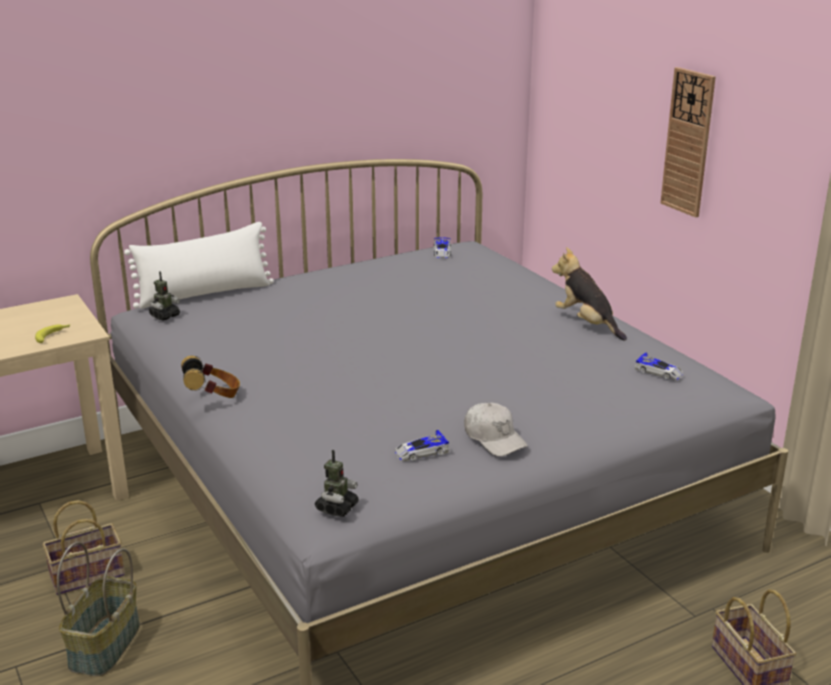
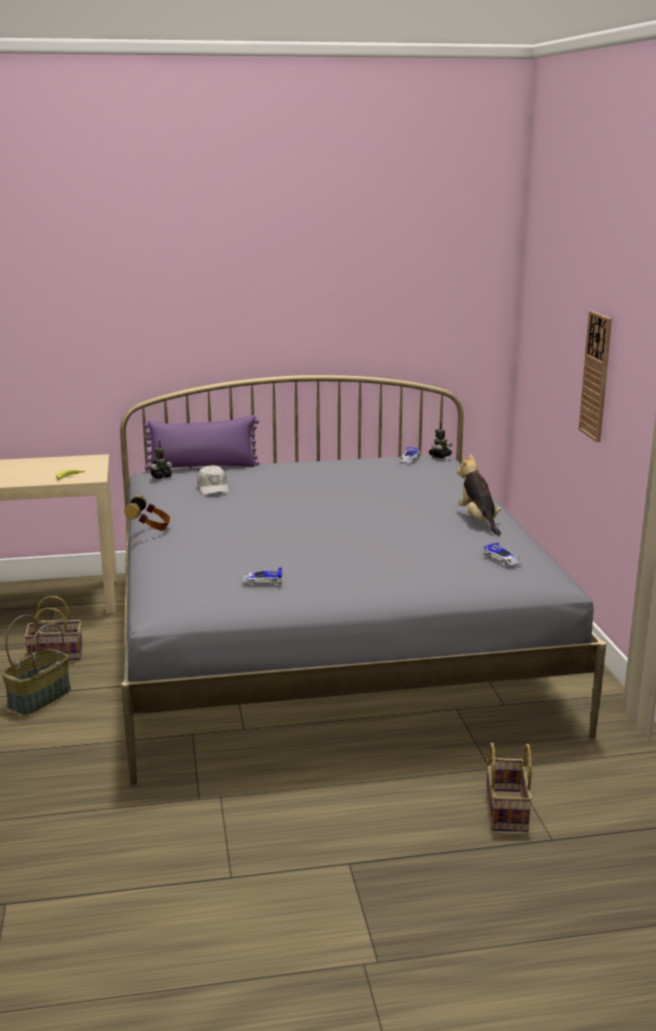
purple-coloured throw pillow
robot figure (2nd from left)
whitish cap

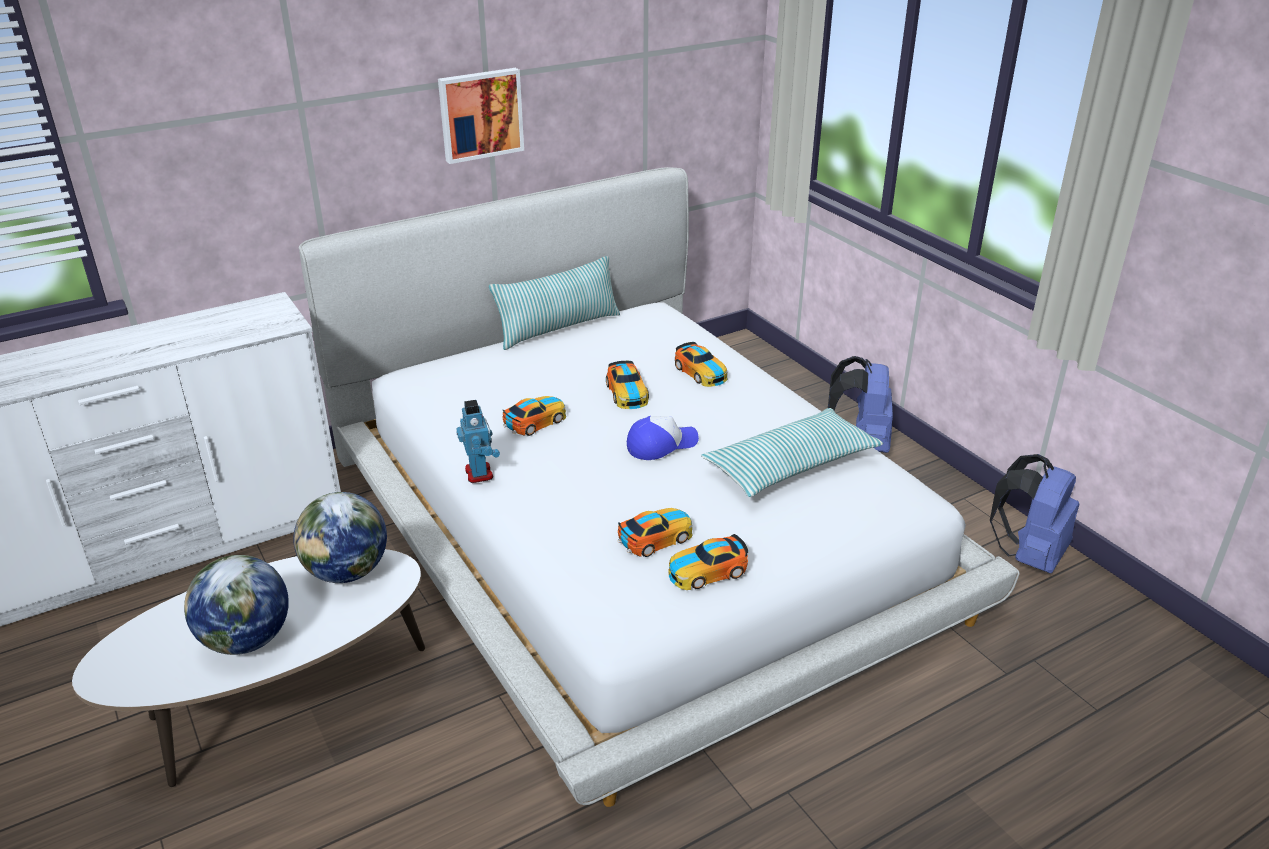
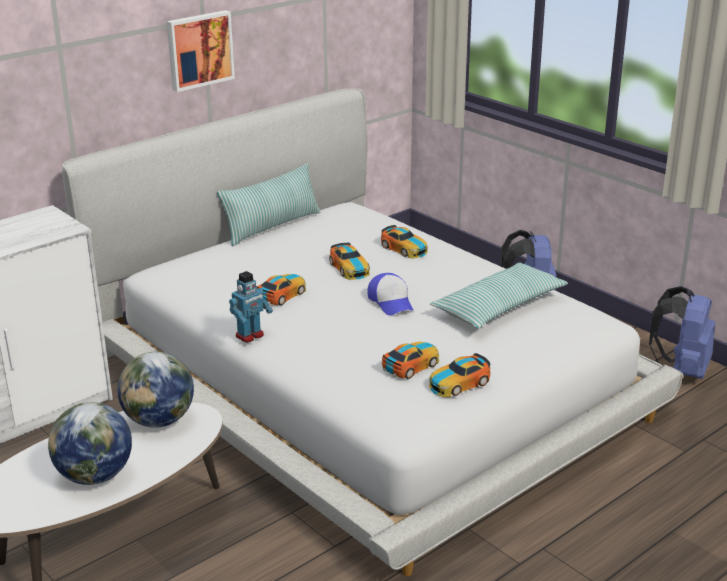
robot figure
cap

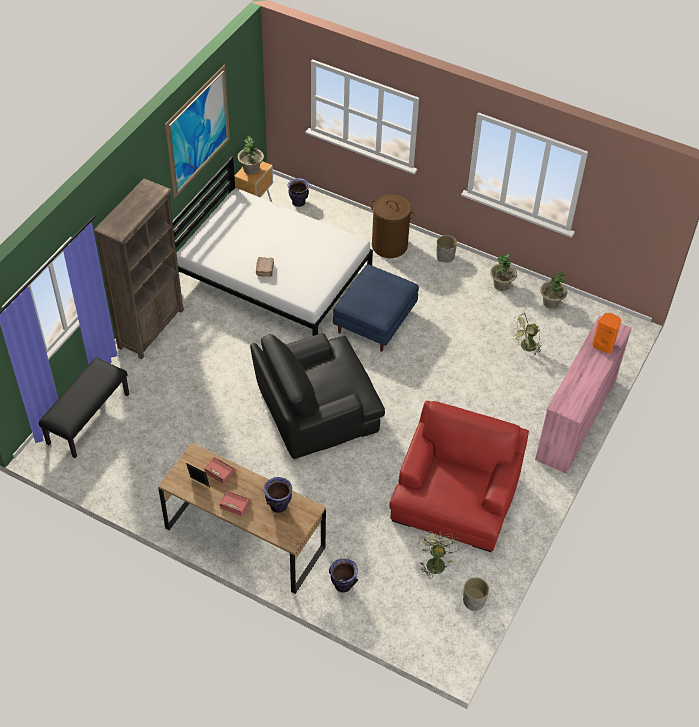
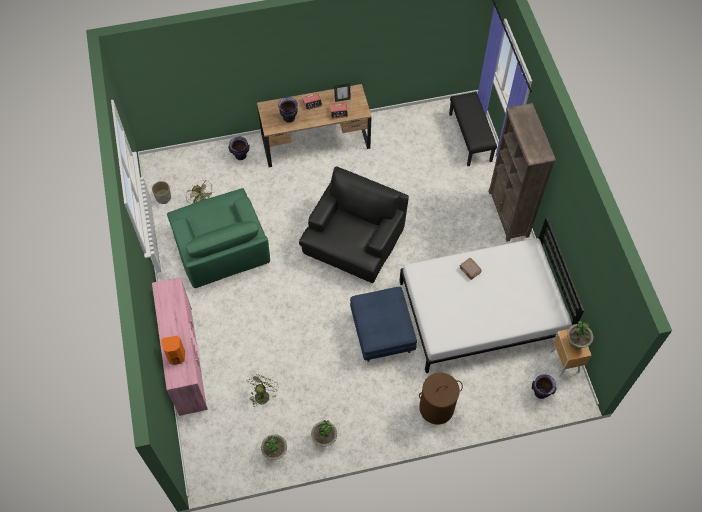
wall art
green armchair
grey planter (1st from left in the first image)

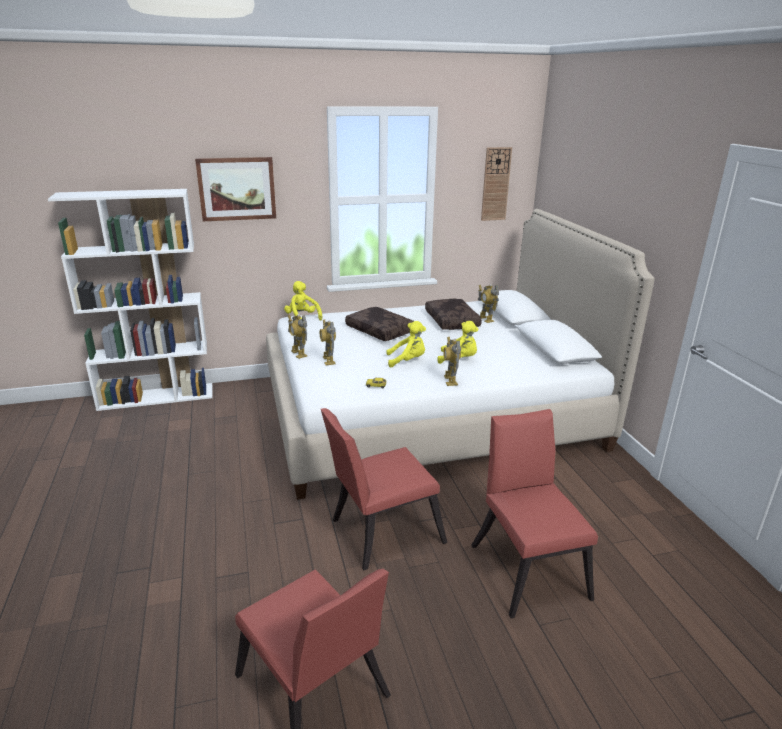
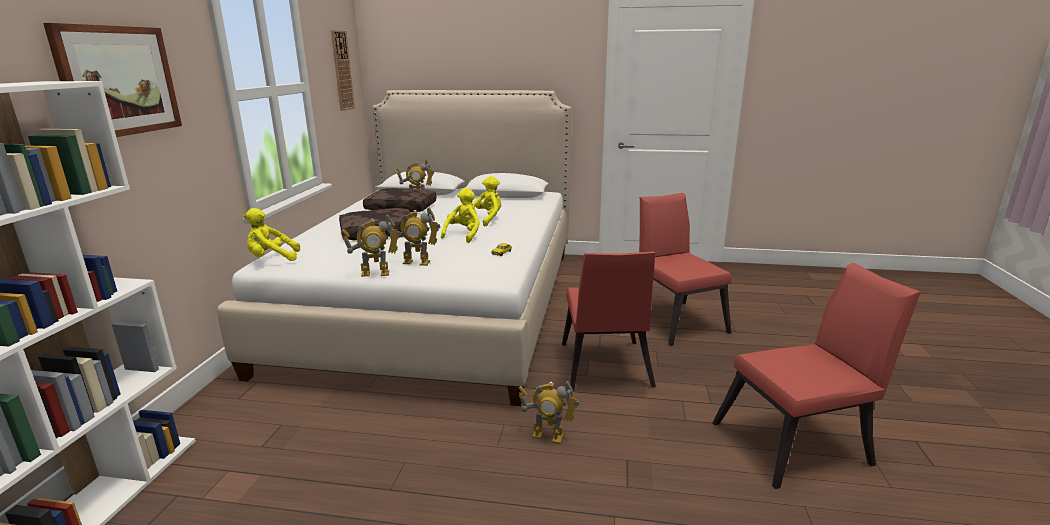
robot figure (4th from left)
reddish chair (2nd from left)

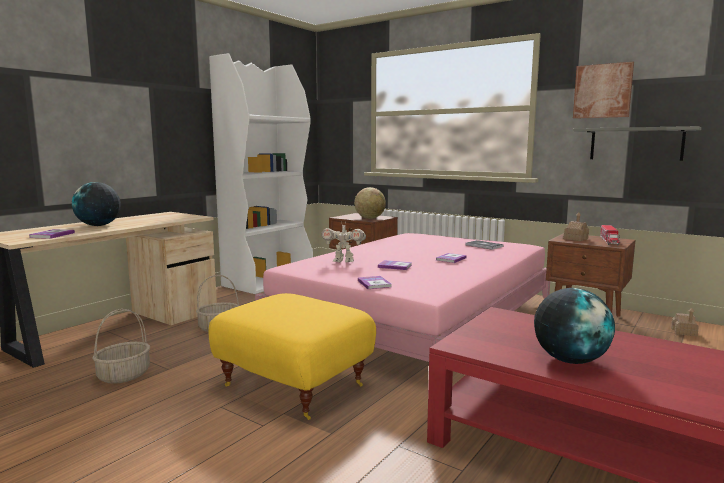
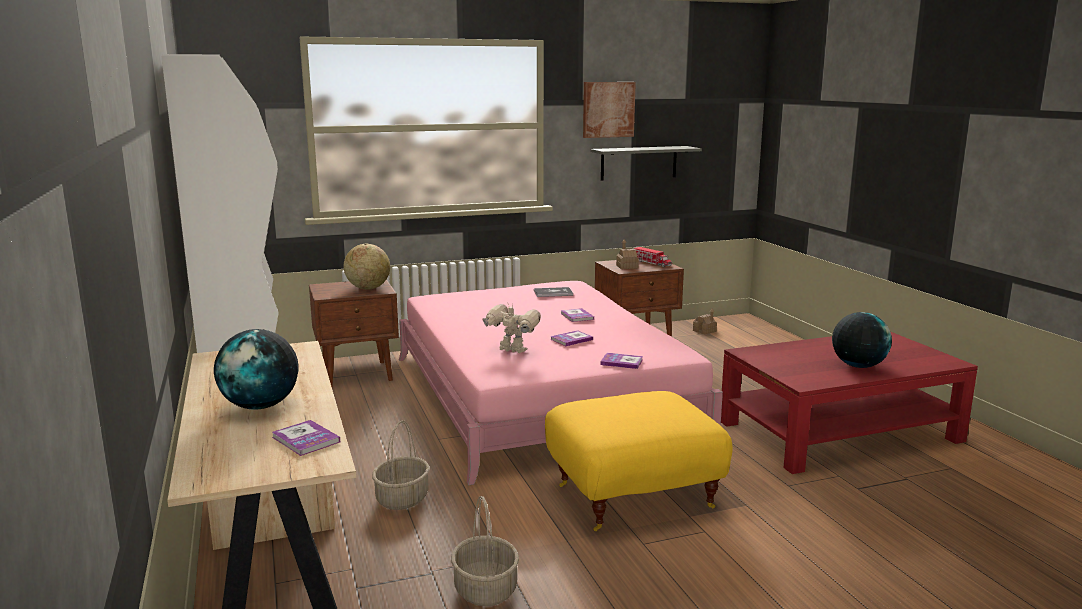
robot figure

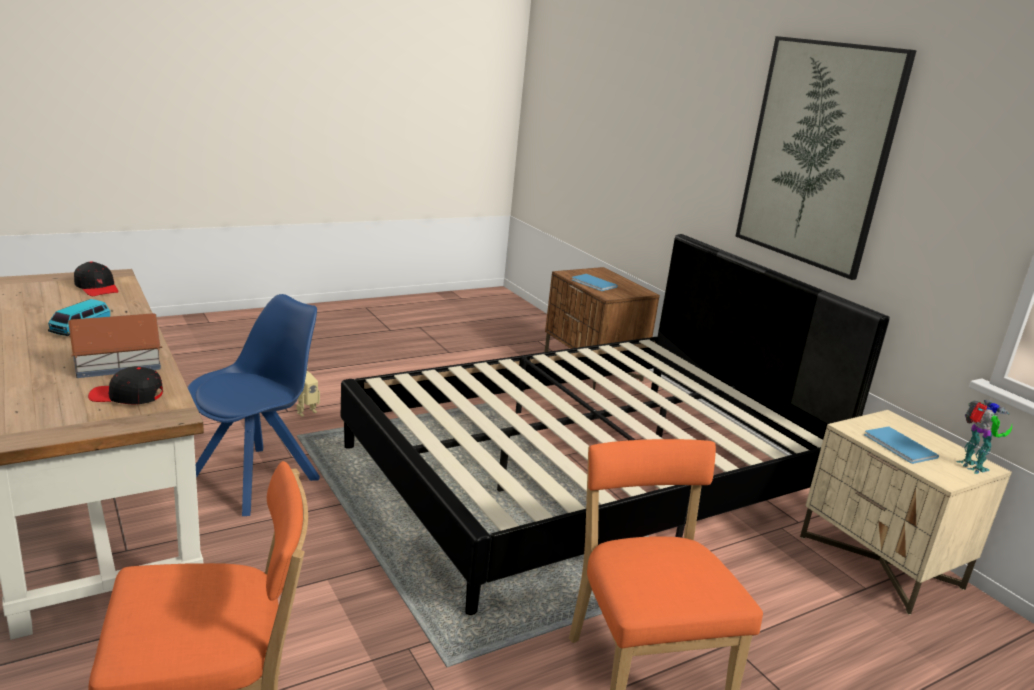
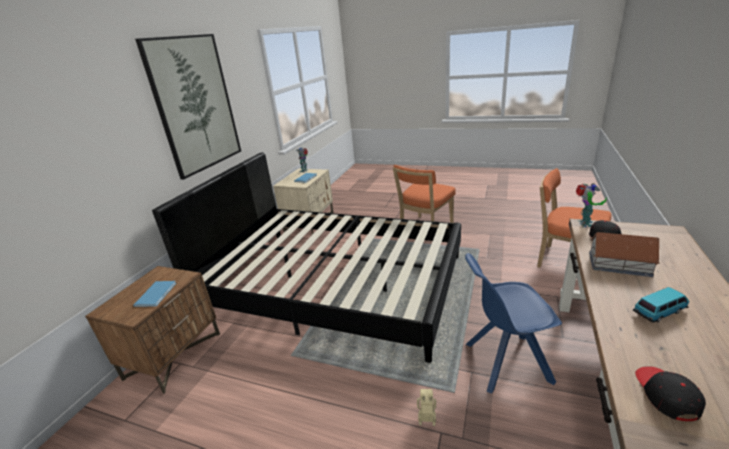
robot figure (3rd from left)

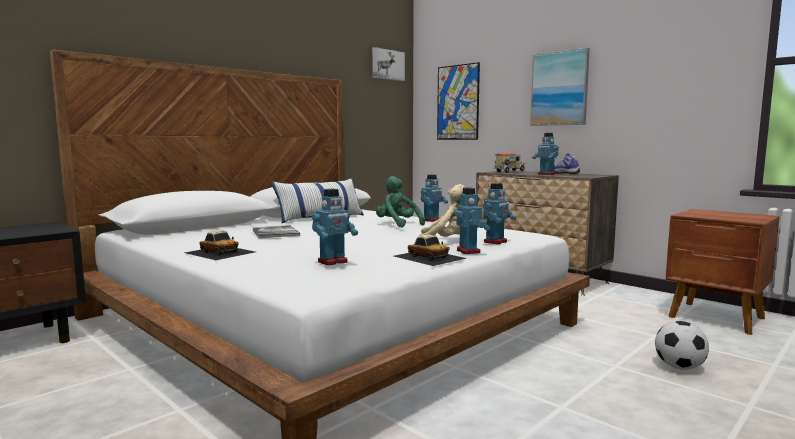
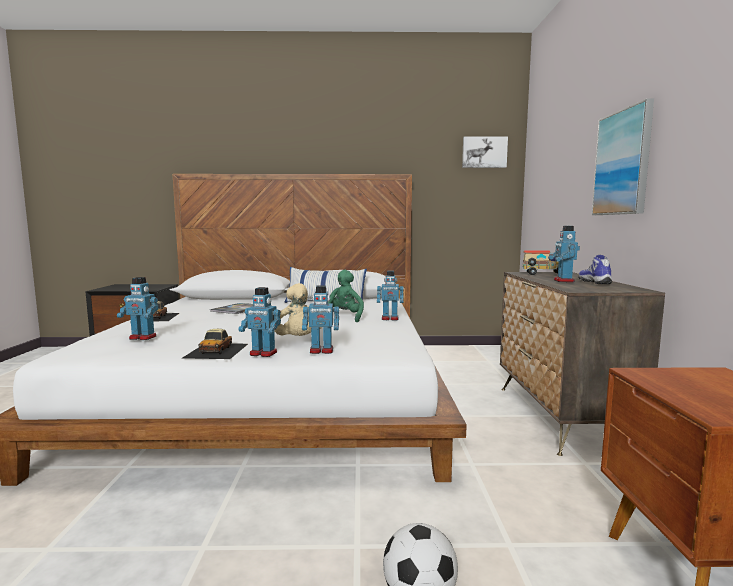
wall art (2nd from left in the first image)
robot figure (2nd from left)

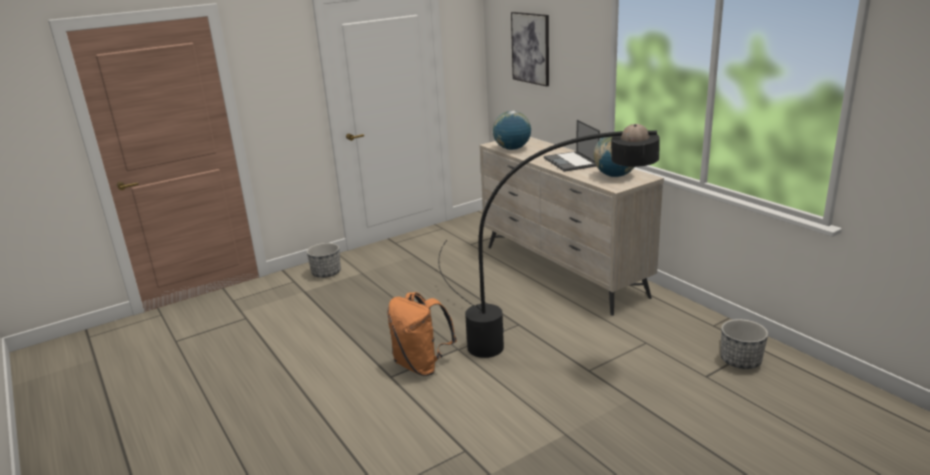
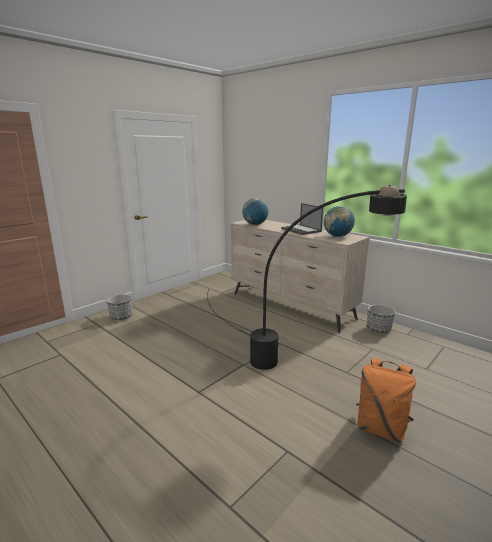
orange-coloured rucksack
wall art
planter (2nd from left)

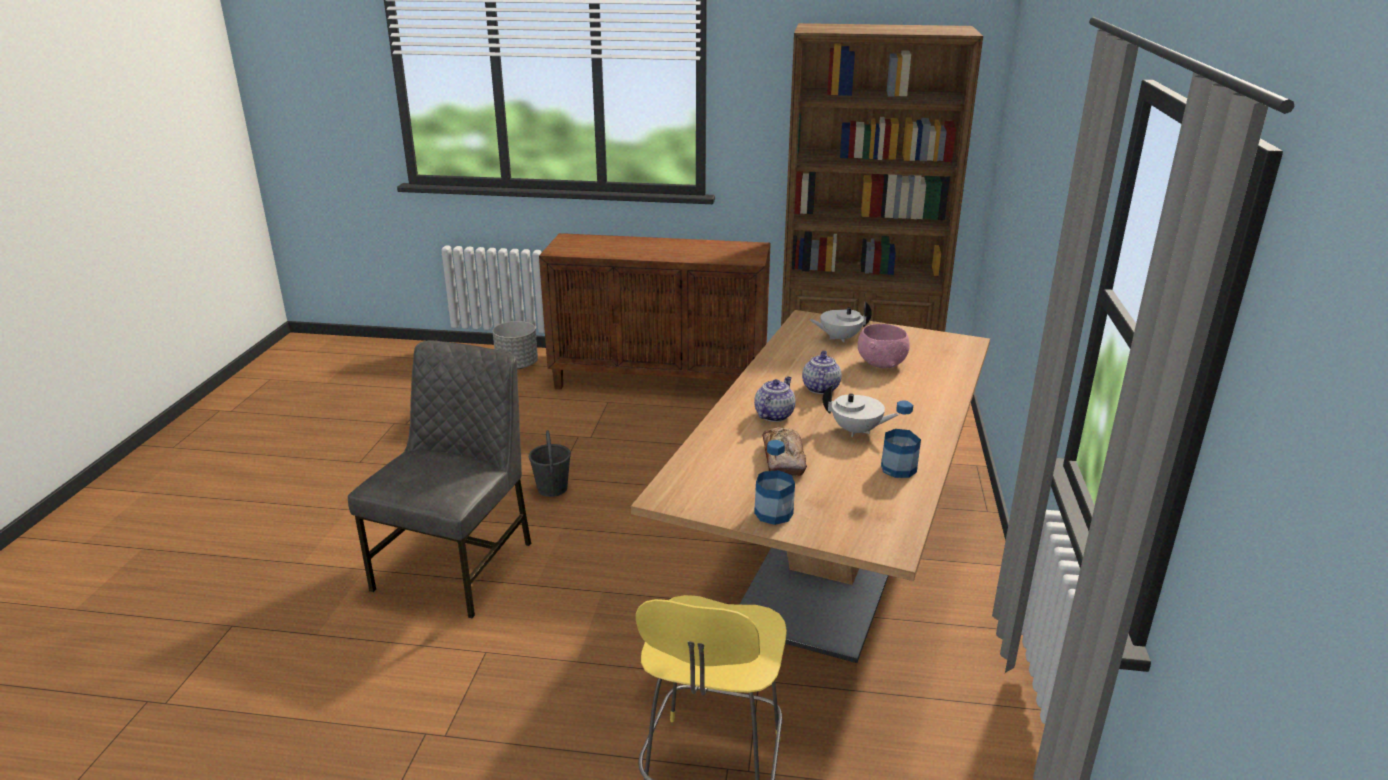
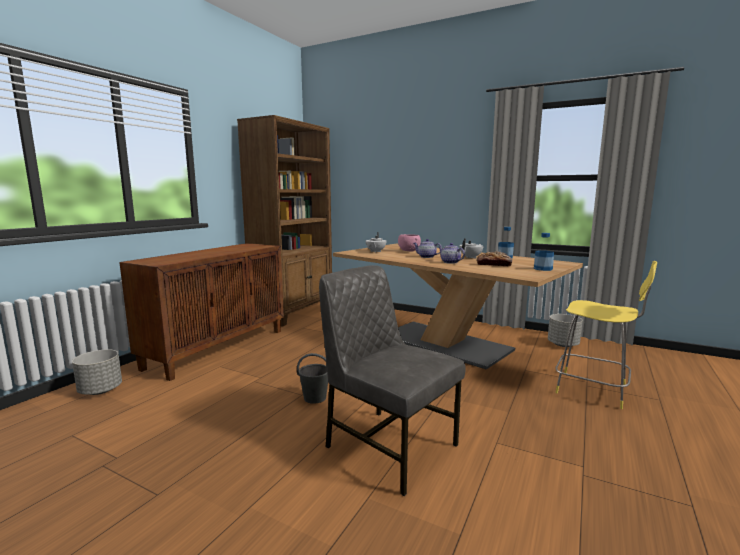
grey planter (2nd from left)

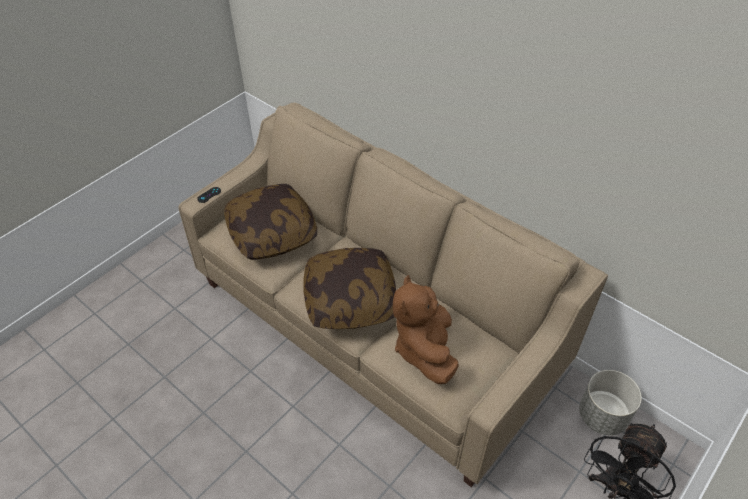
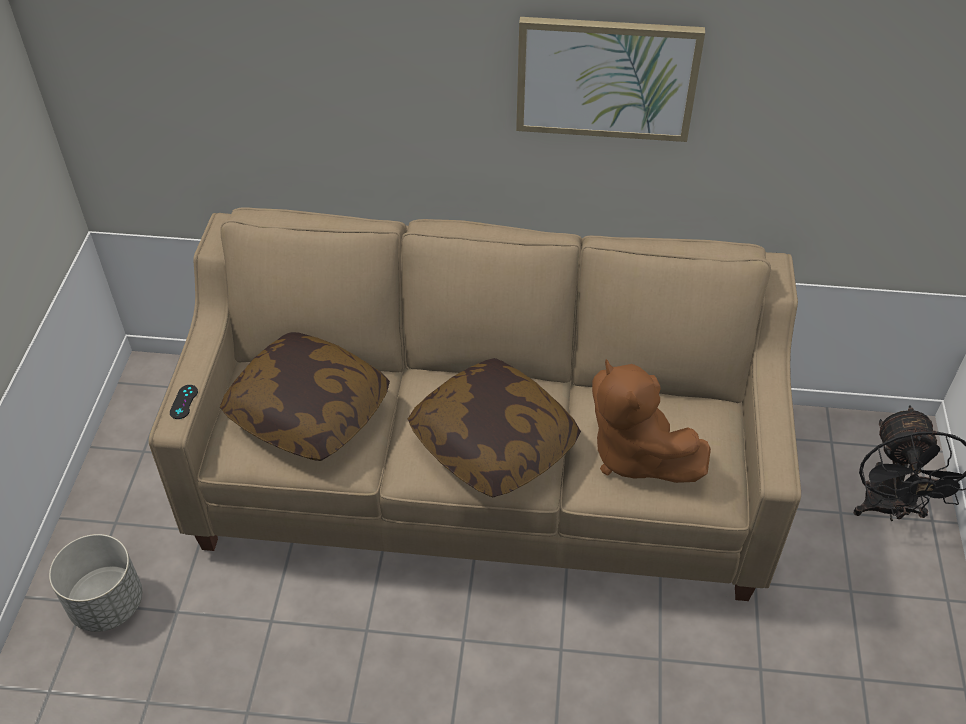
grey planter
wall art

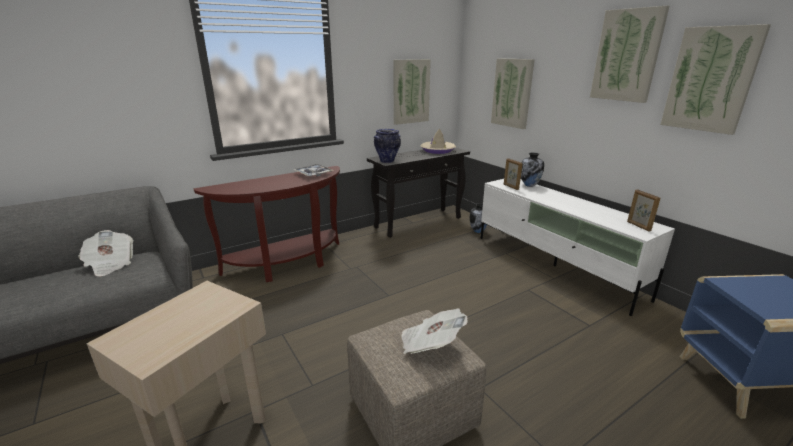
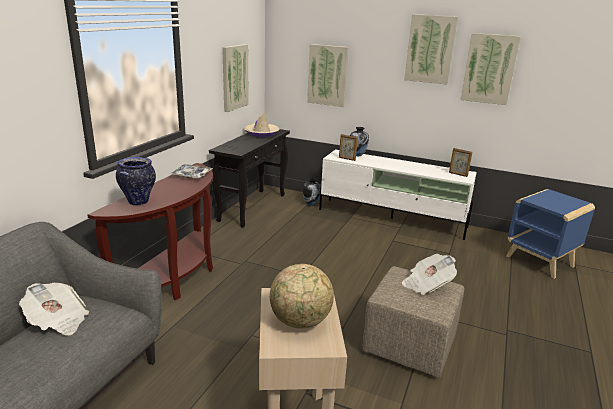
flower vase (1st from left)
desk globe

